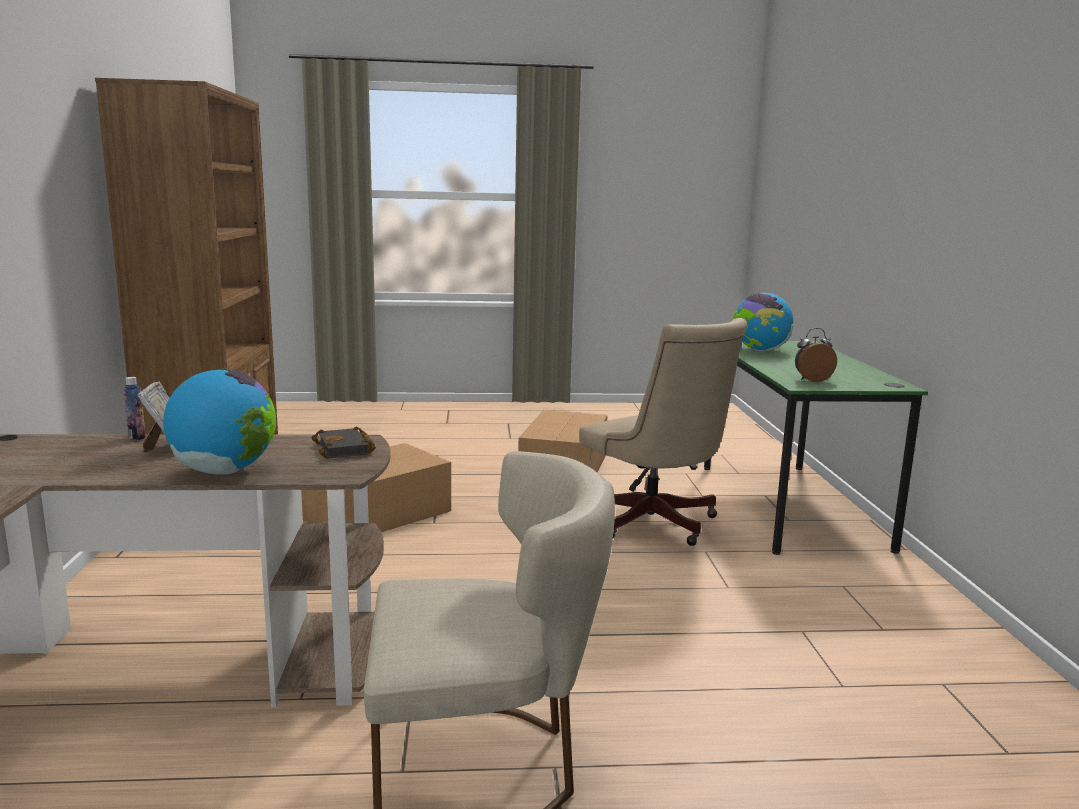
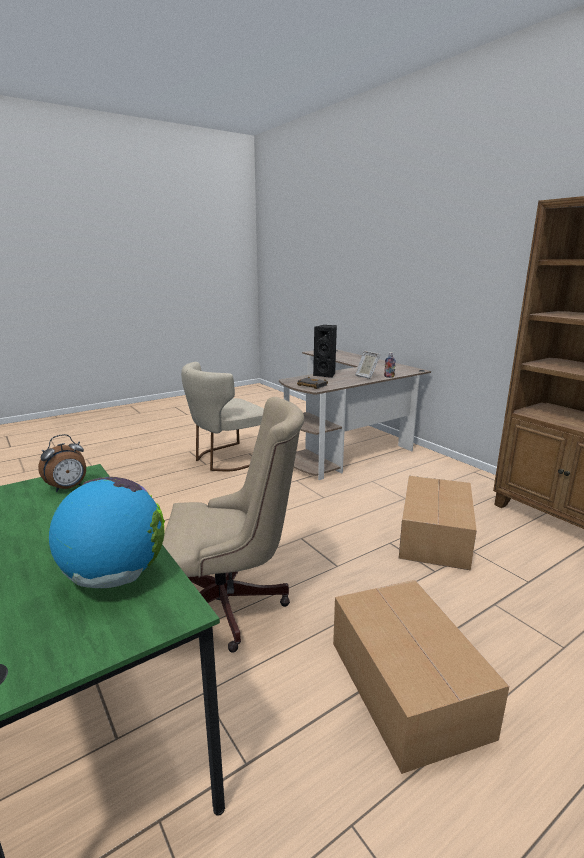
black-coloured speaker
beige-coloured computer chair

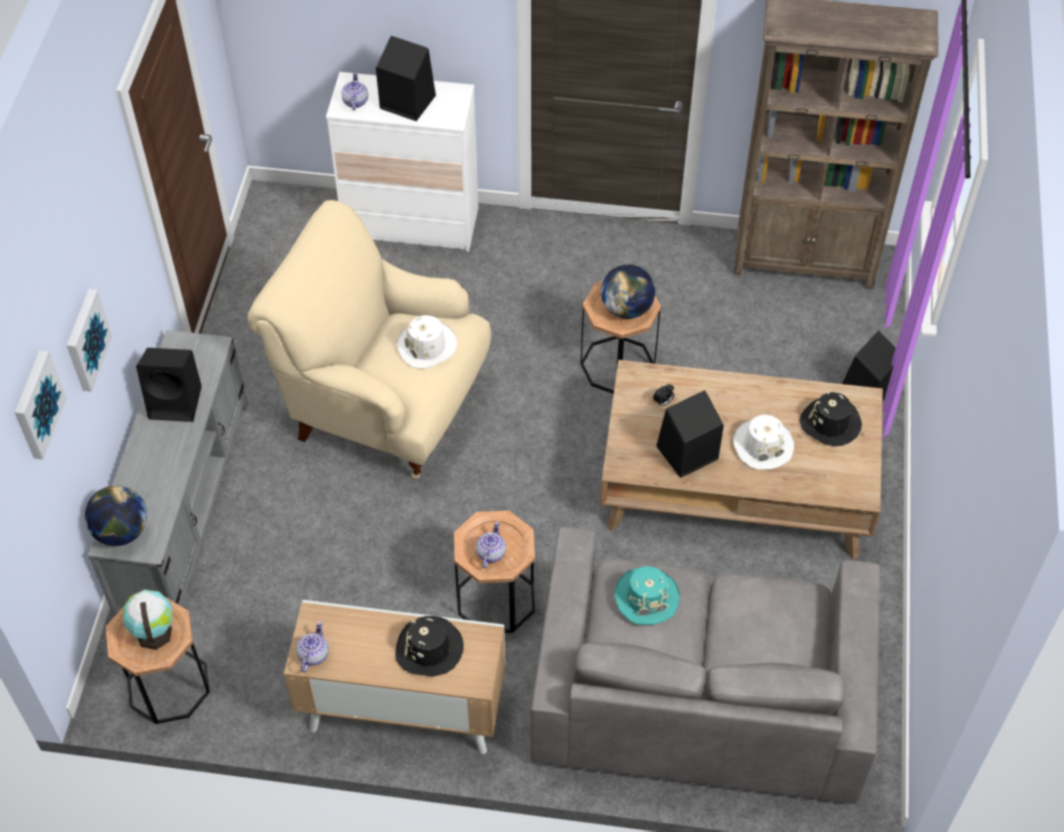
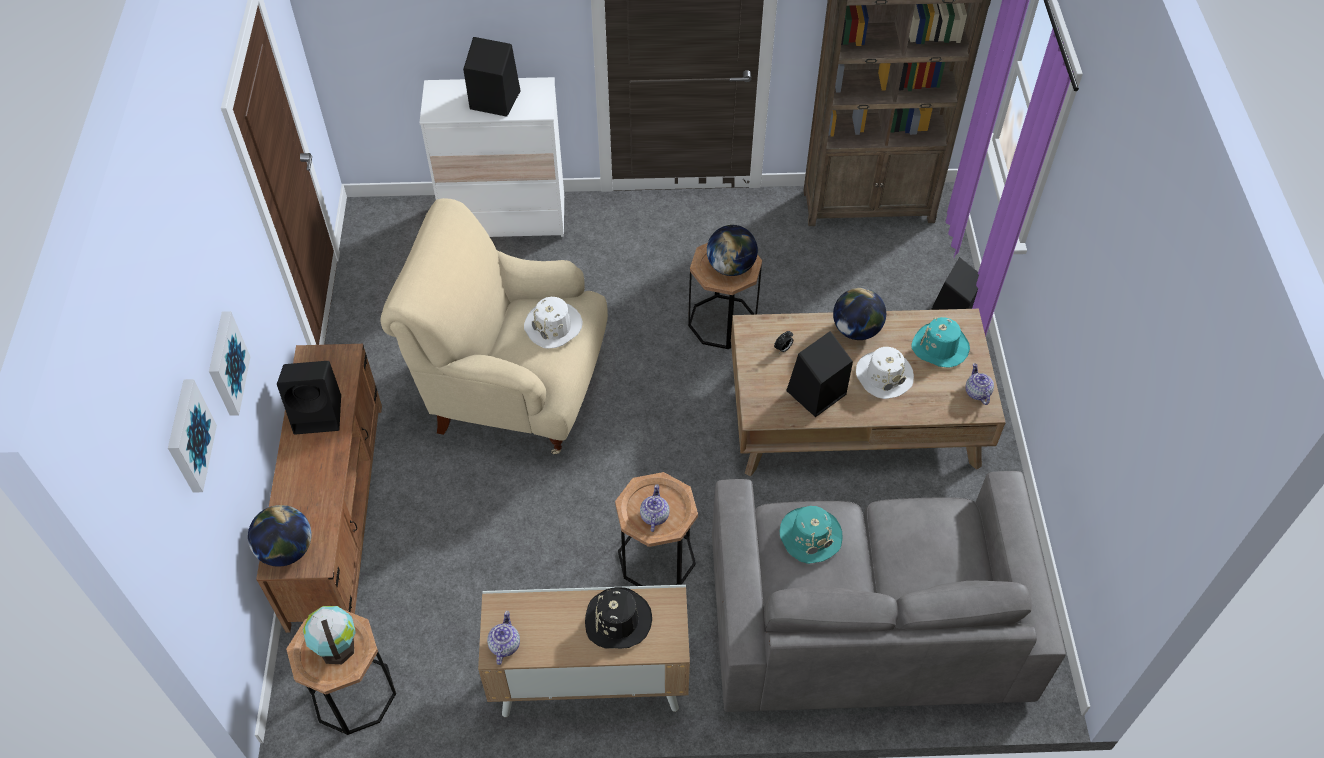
brownish tv stand
teapot (3rd from left)
turquoise wearable hat (2nd from left)
desk globe (4th from left)

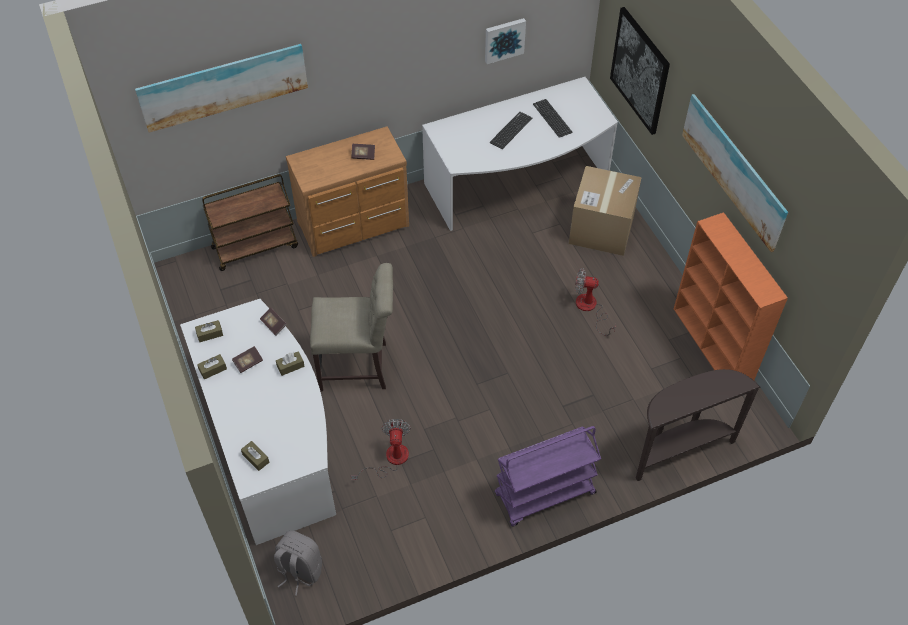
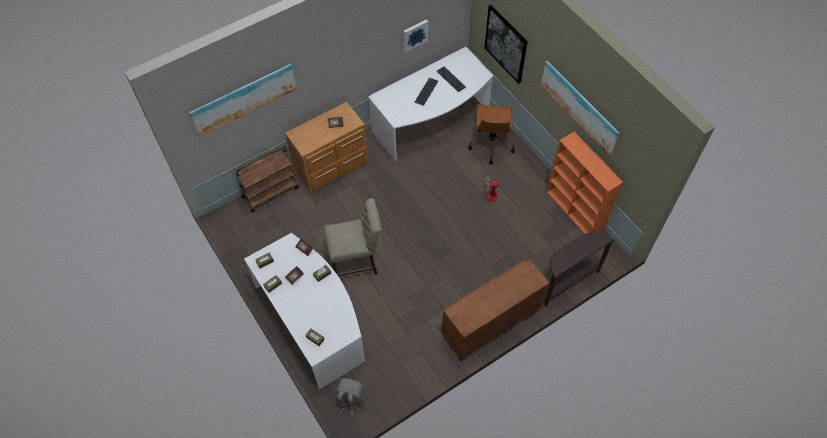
electric fan (1st from left in the first image)
brownish cabinet
brownish computer chair

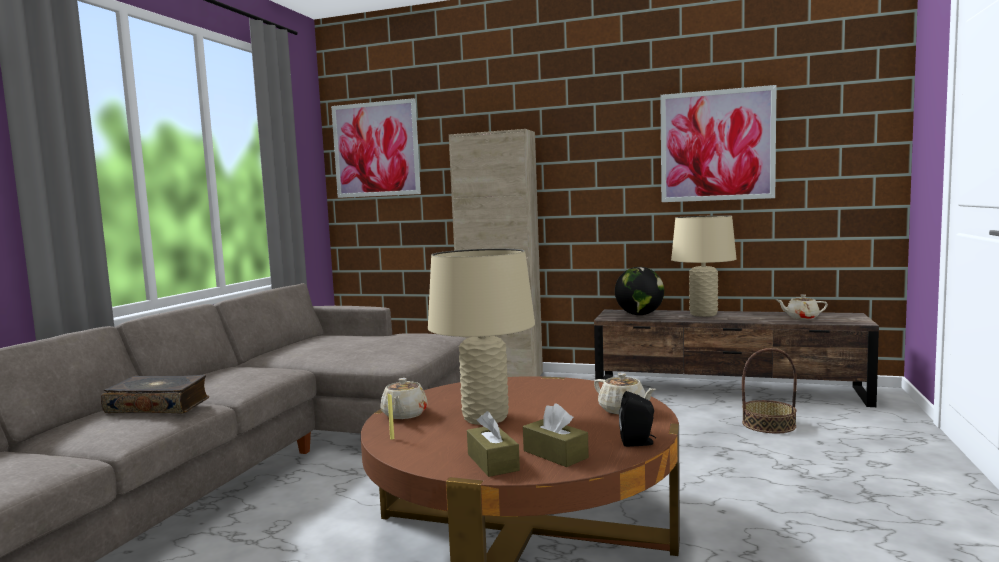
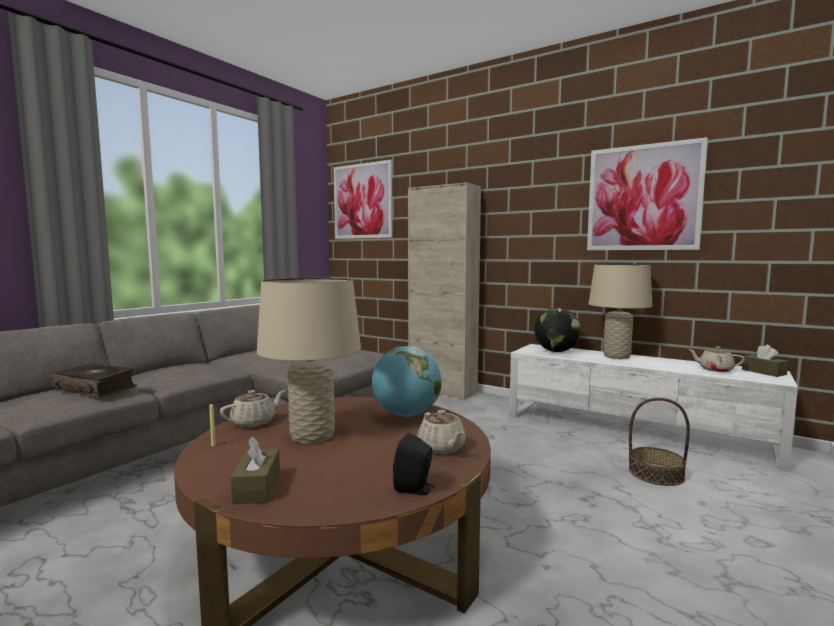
beige-coloured teapot (1st from left)
brownish box of tissues (2nd from left)
whitish tv stand
desk globe (1st from left)

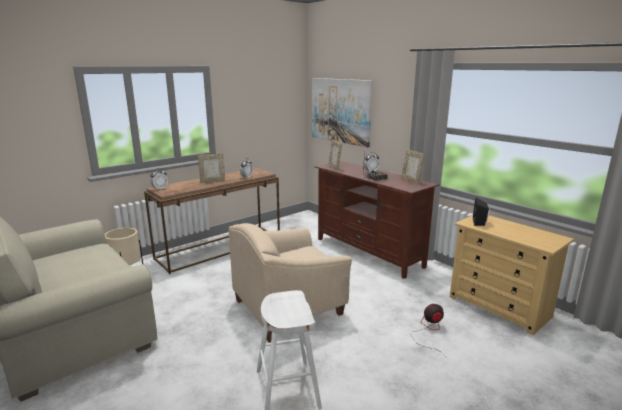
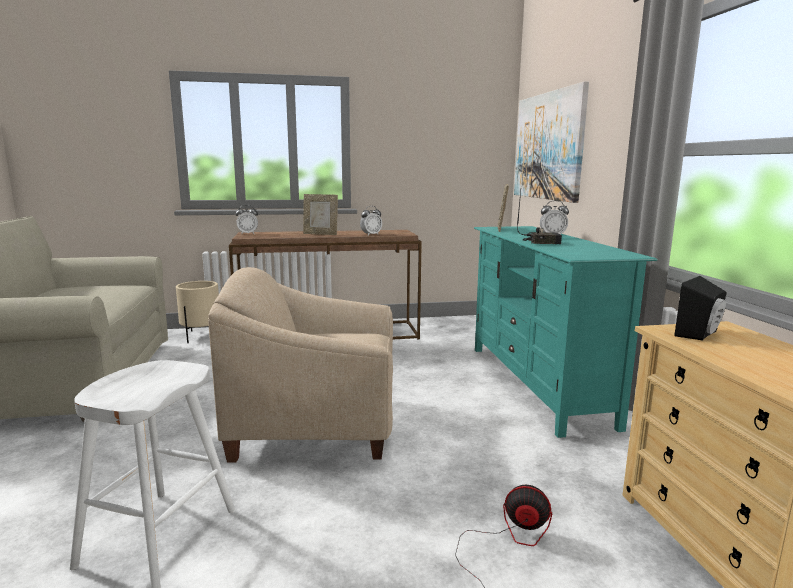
turquoise tv stand
picture frame (3rd from left in the first image)

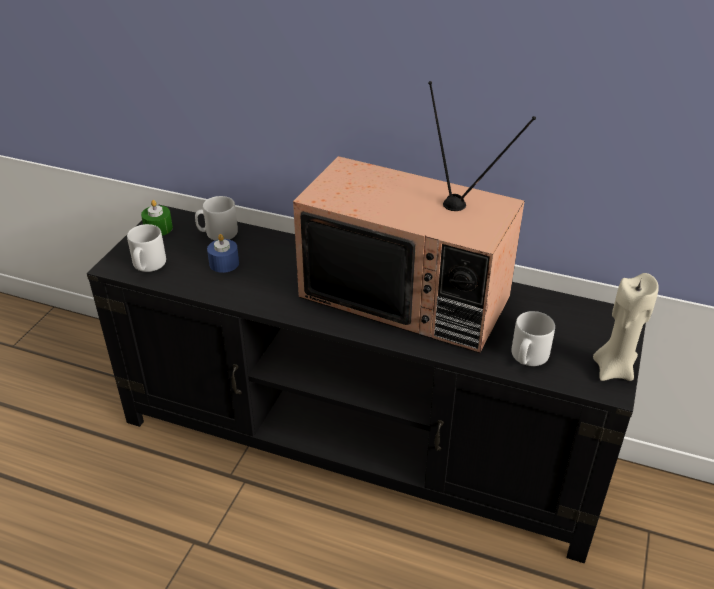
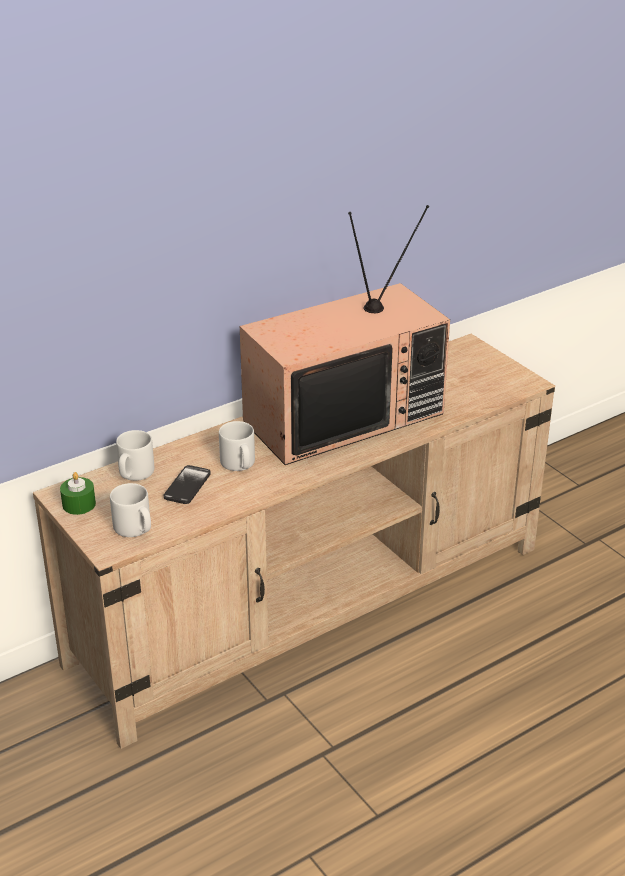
beige-coloured tv stand
handset
grey coffee mug (3rd from left)
beige-coloured wax light

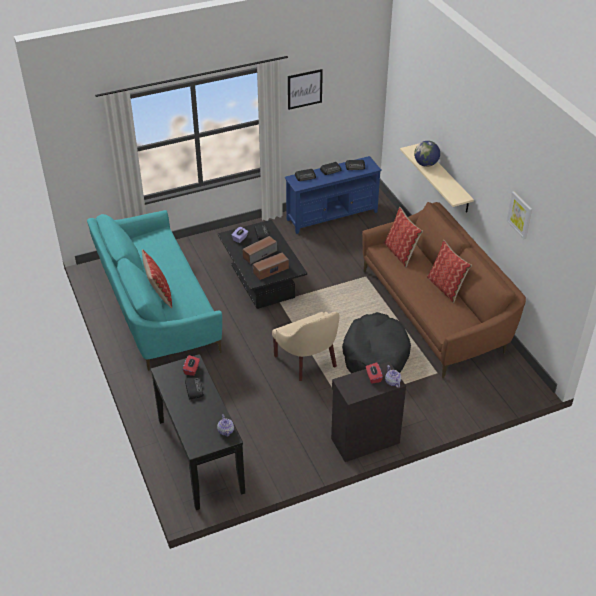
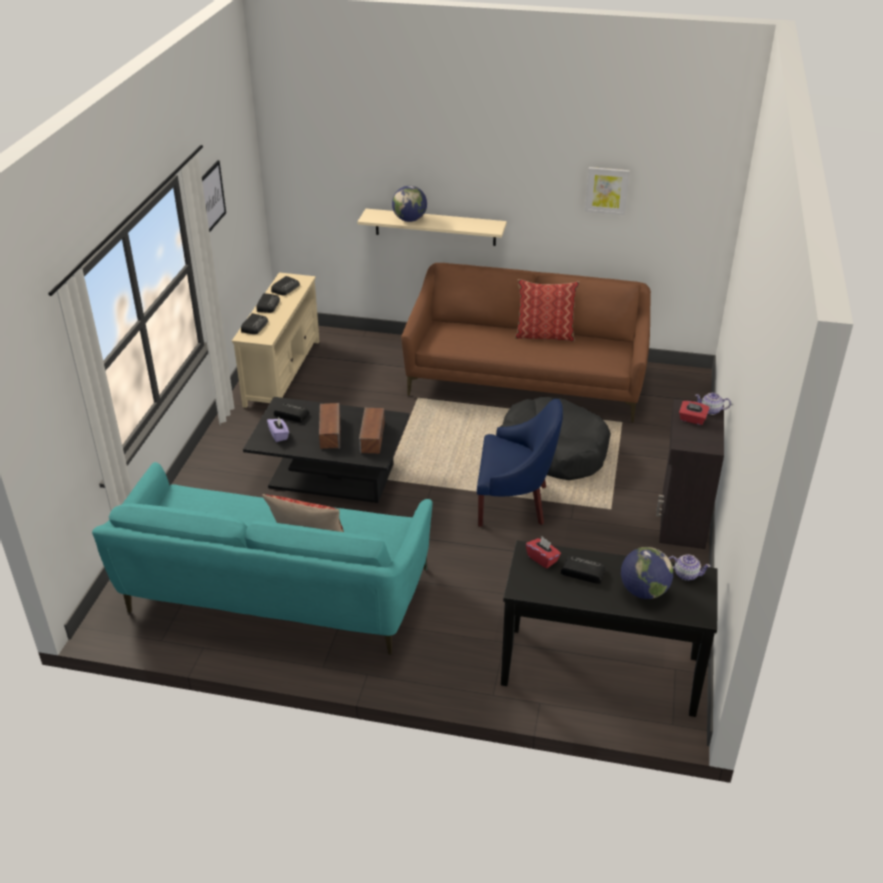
blue armchair
beige-coloured tv stand
throw pillow (2nd from left in the first image)
desk globe (2nd from left)

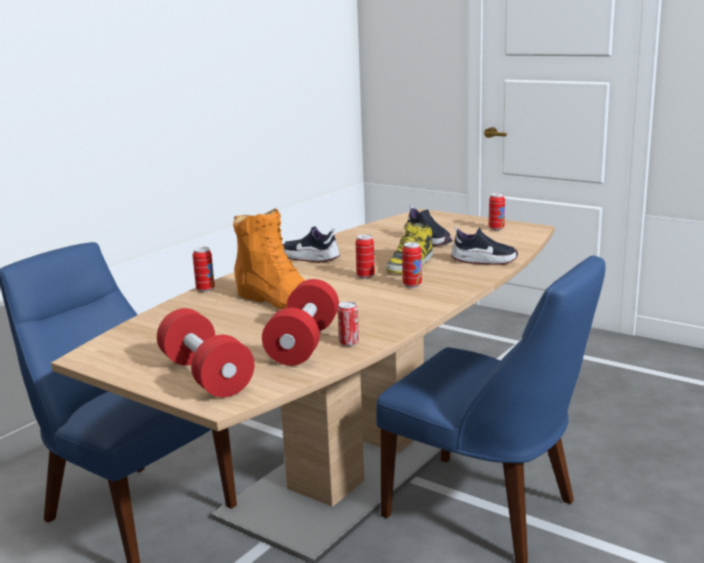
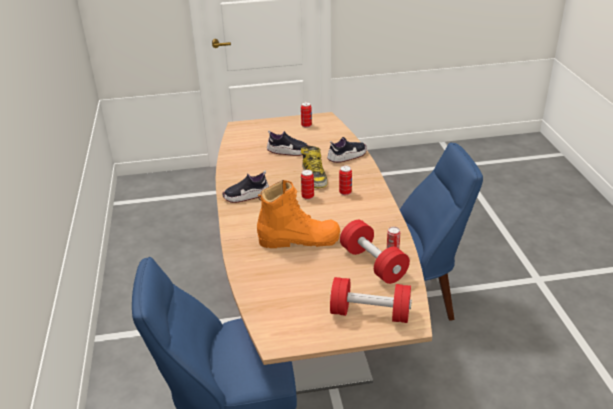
metal can (1st from left in the first image)

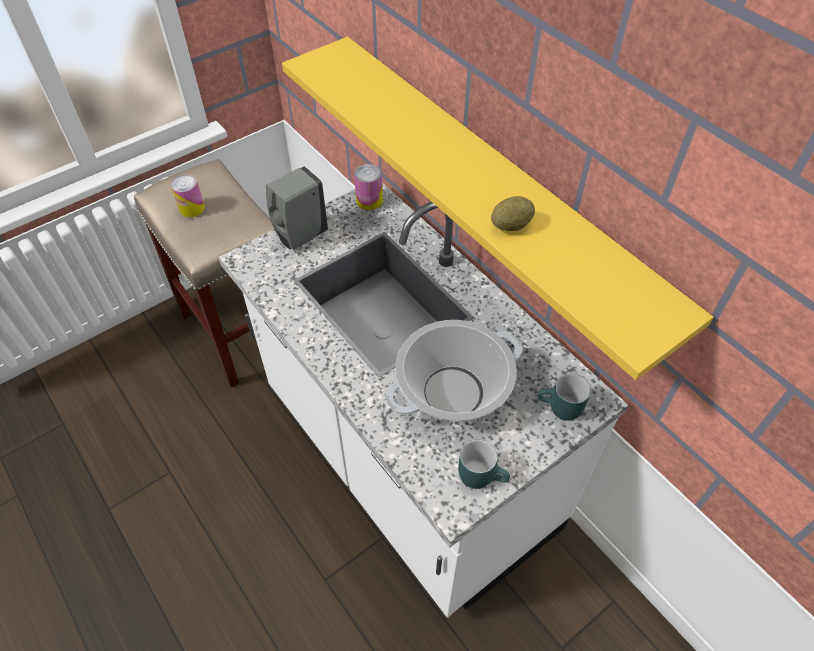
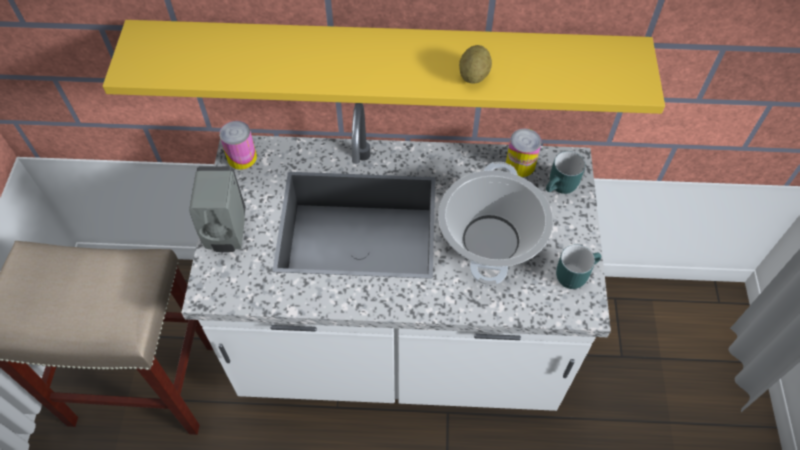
metal can (2nd from left)

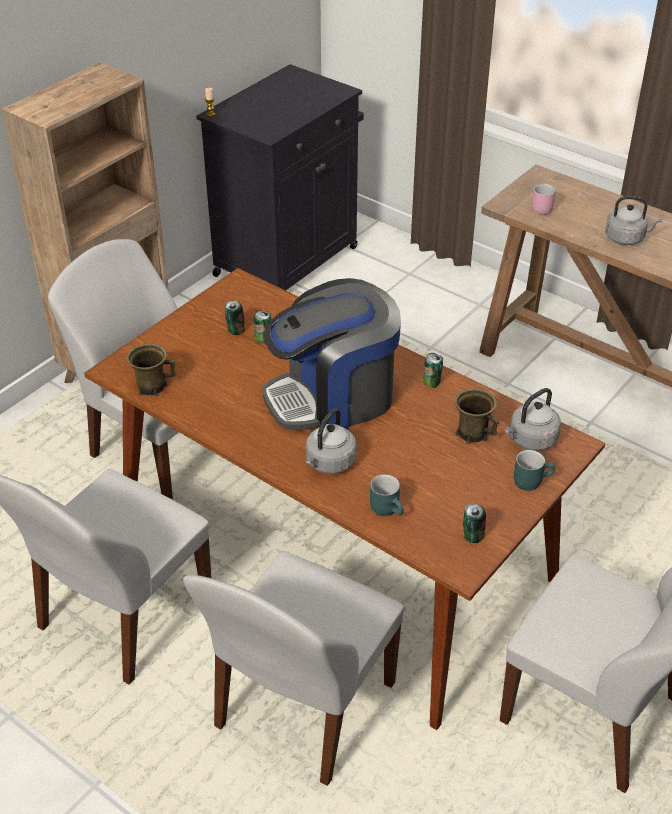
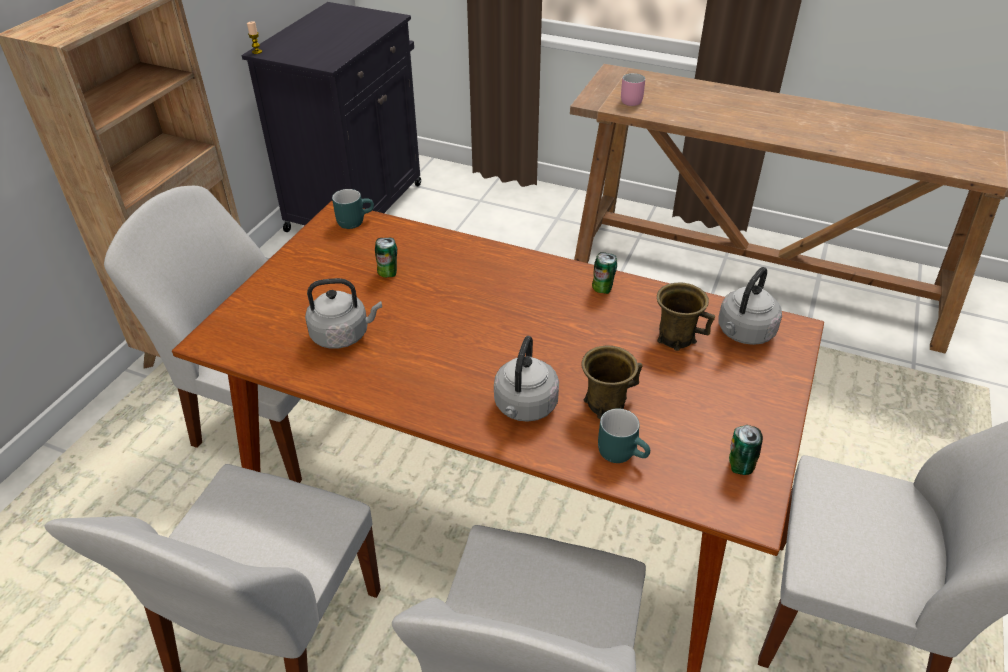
brownish coffee mug (1st from left)
metal can (1st from left in the first image)
coffee maker
turquoise coffee mug (1st from left)
grey tea kettle (1st from left)

